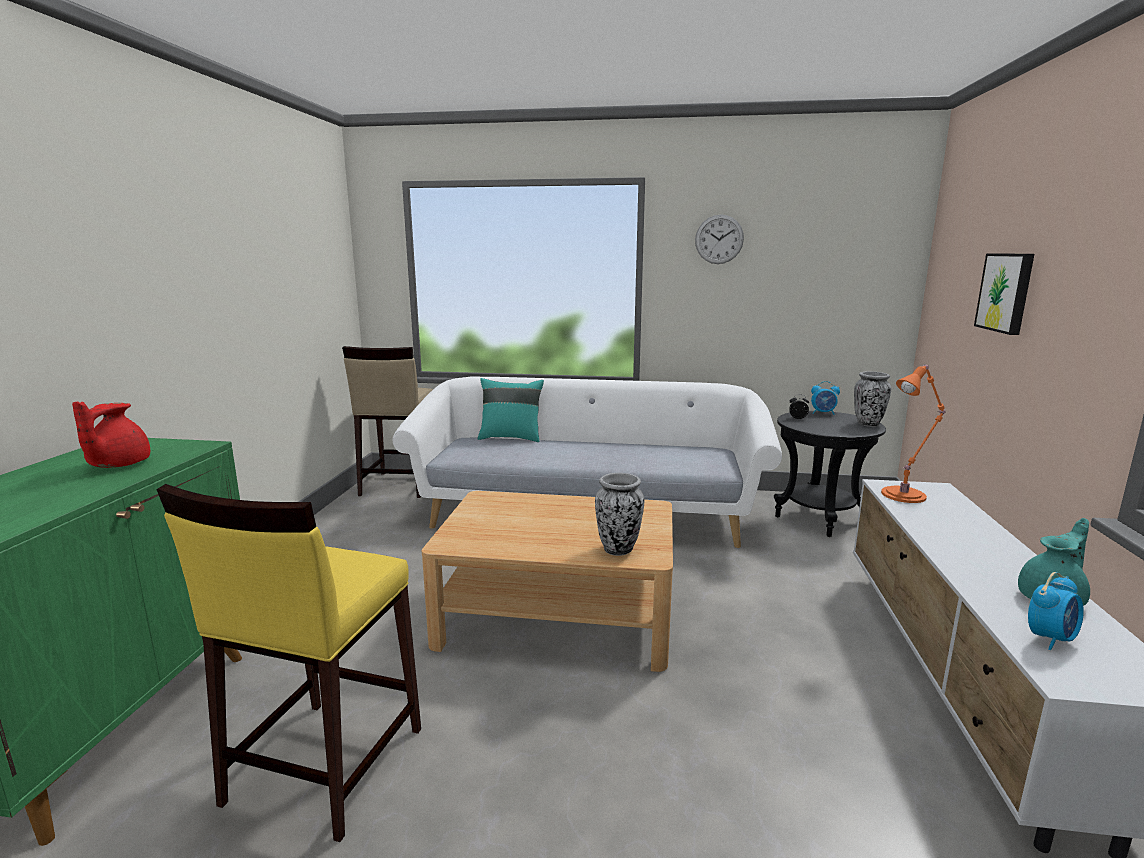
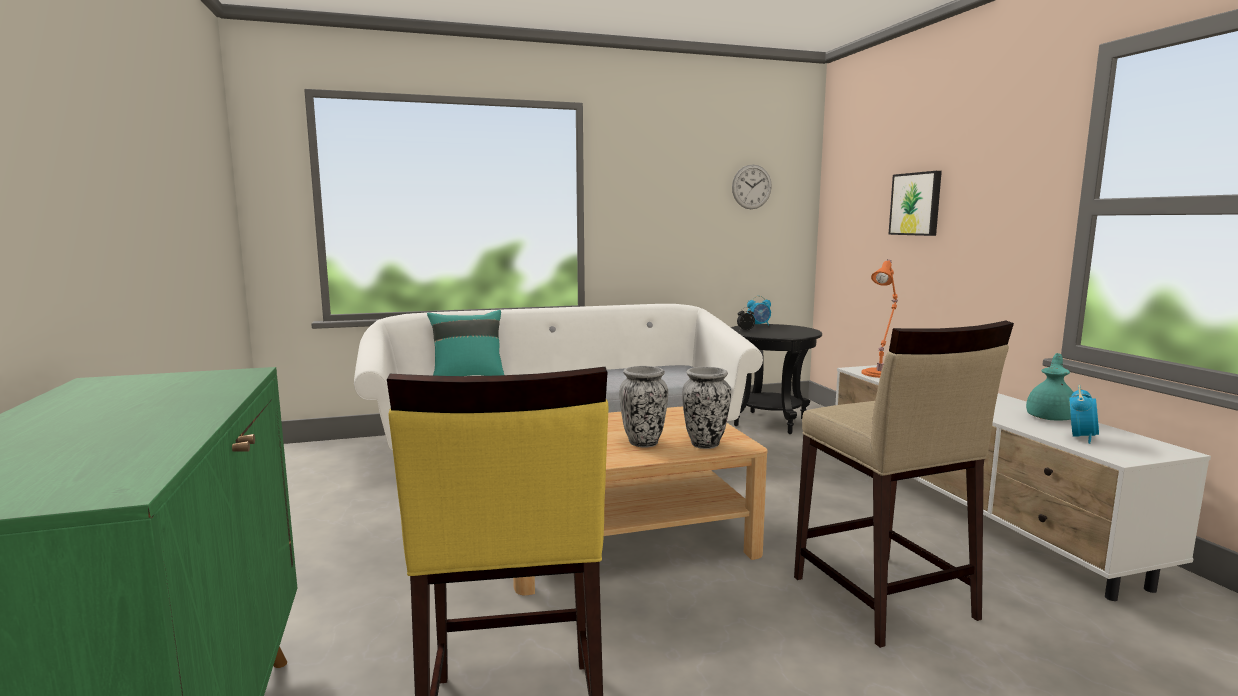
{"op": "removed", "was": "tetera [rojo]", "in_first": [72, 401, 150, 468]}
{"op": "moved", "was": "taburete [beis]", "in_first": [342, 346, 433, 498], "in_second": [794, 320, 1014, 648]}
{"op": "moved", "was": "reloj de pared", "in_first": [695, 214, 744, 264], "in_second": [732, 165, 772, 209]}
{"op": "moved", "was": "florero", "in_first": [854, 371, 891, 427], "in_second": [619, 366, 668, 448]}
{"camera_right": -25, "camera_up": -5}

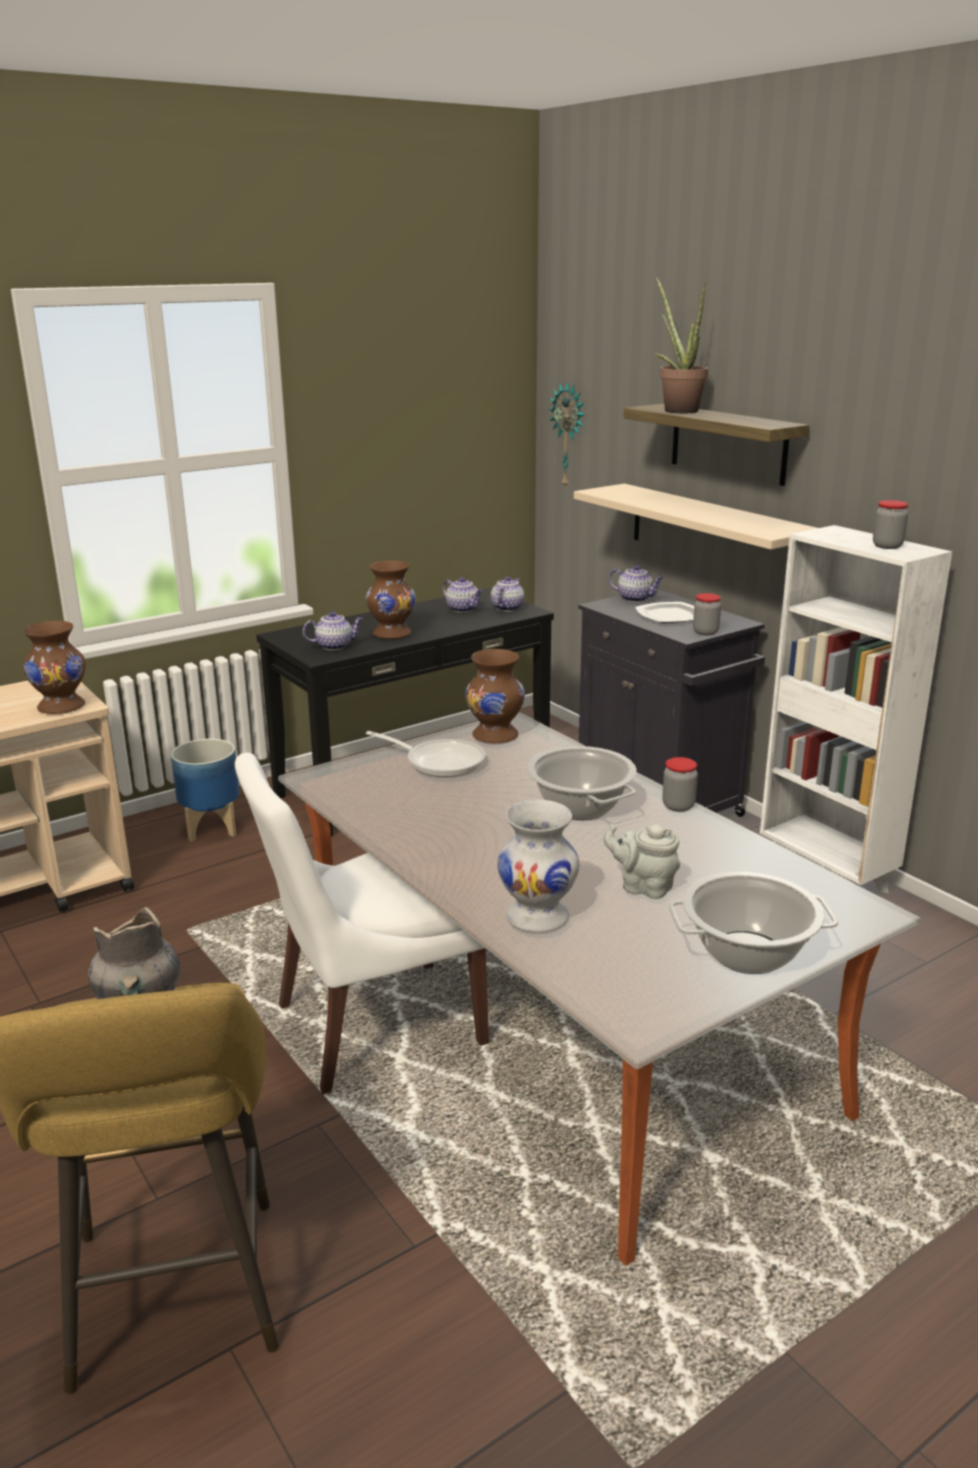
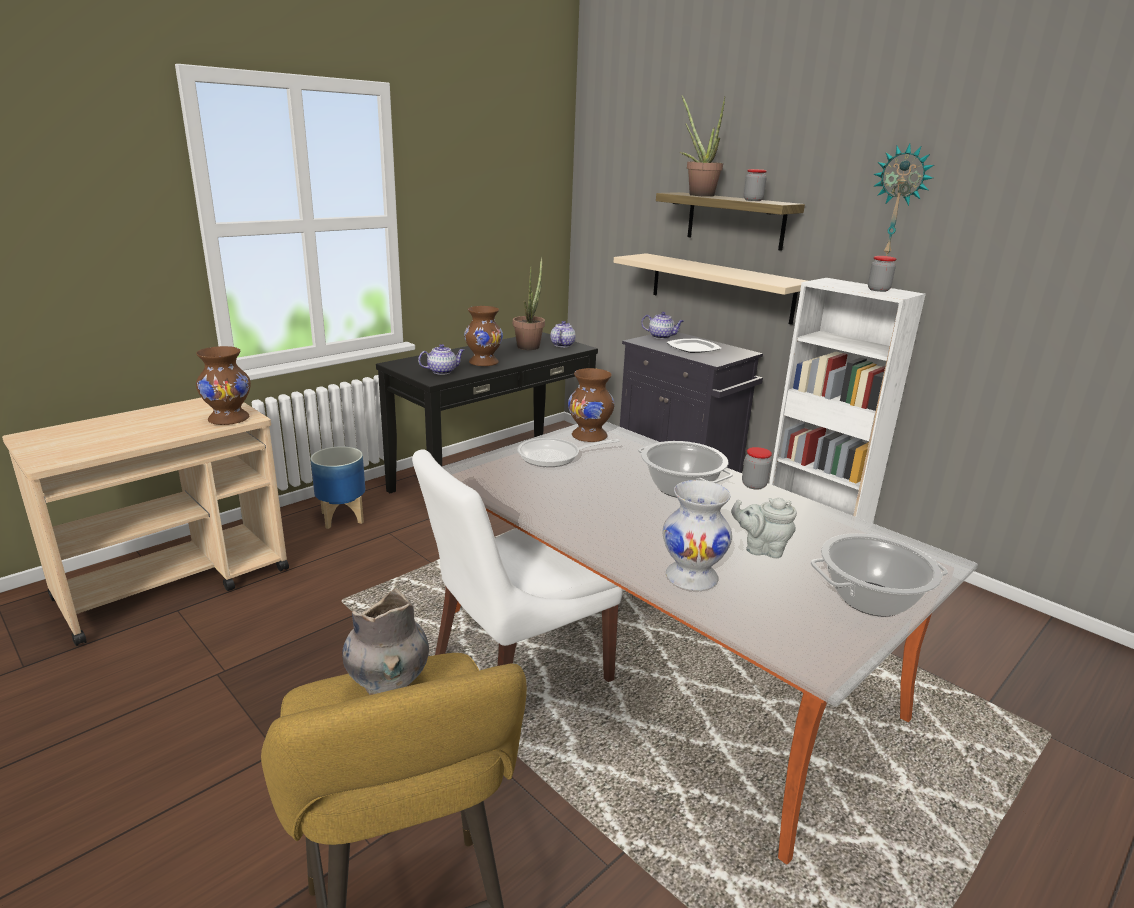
{"op": "moved", "was": "reloj de pared", "in_first": [549, 381, 585, 487], "in_second": [874, 143, 934, 256]}
{"op": "moved", "was": "tarro", "in_first": [693, 593, 721, 635], "in_second": [744, 169, 767, 201]}
{"op": "replaced", "was": "tetera", "now": "planta en maceta", "in_first": [442, 577, 483, 612], "in_second": [513, 257, 545, 350]}
{"op": "turned", "was": "sartén", "in_first": [366, 731, 485, 777], "in_second": [517, 438, 619, 467], "clockwise": 150}
{"camera_right": -10, "camera_up": 0}

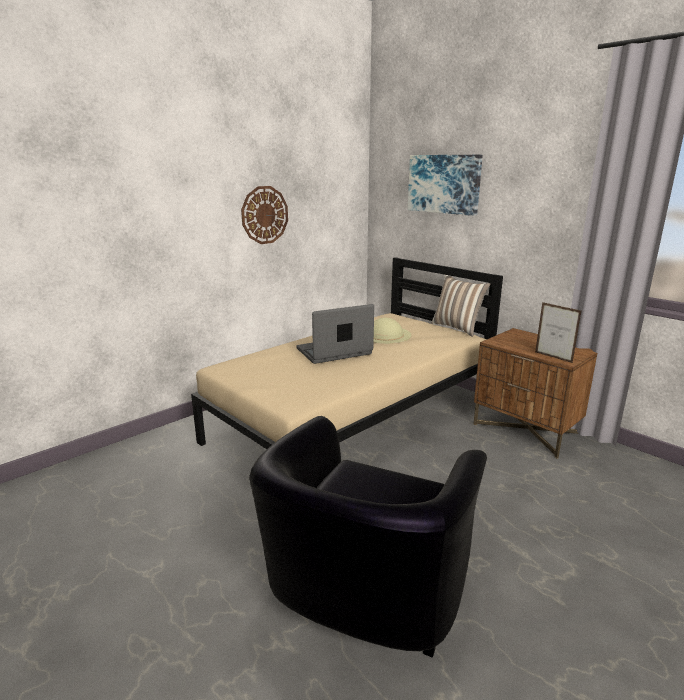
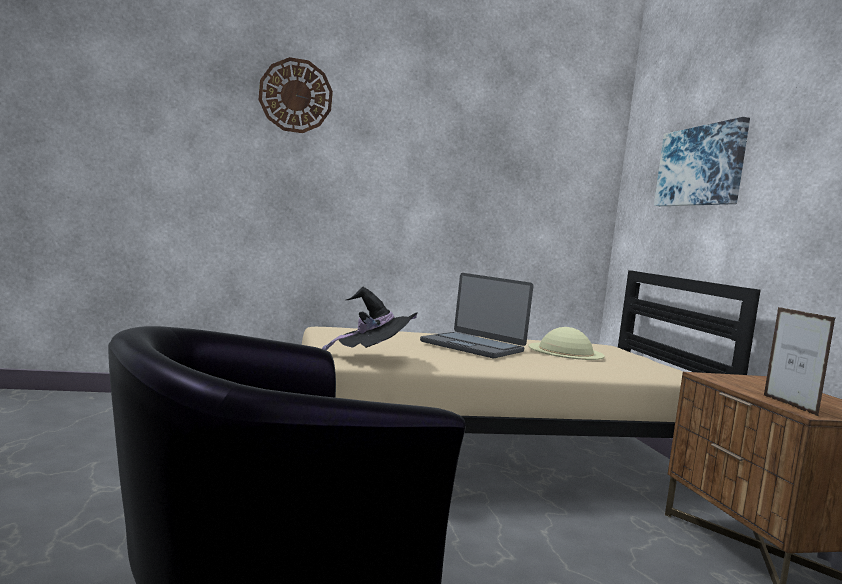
{"op": "removed", "was": "cojín", "in_first": [432, 275, 490, 337]}
{"op": "added", "now": "sombrero [negro]", "in_second": [322, 287, 418, 350]}
{"op": "moved", "was": "reloj de pared", "in_first": [241, 186, 288, 244], "in_second": [259, 57, 333, 133]}
{"op": "turned", "was": "portátil", "in_first": [296, 304, 374, 364], "in_second": [420, 273, 534, 358], "clockwise": -150}
{"camera_right": 30, "camera_up": -15}

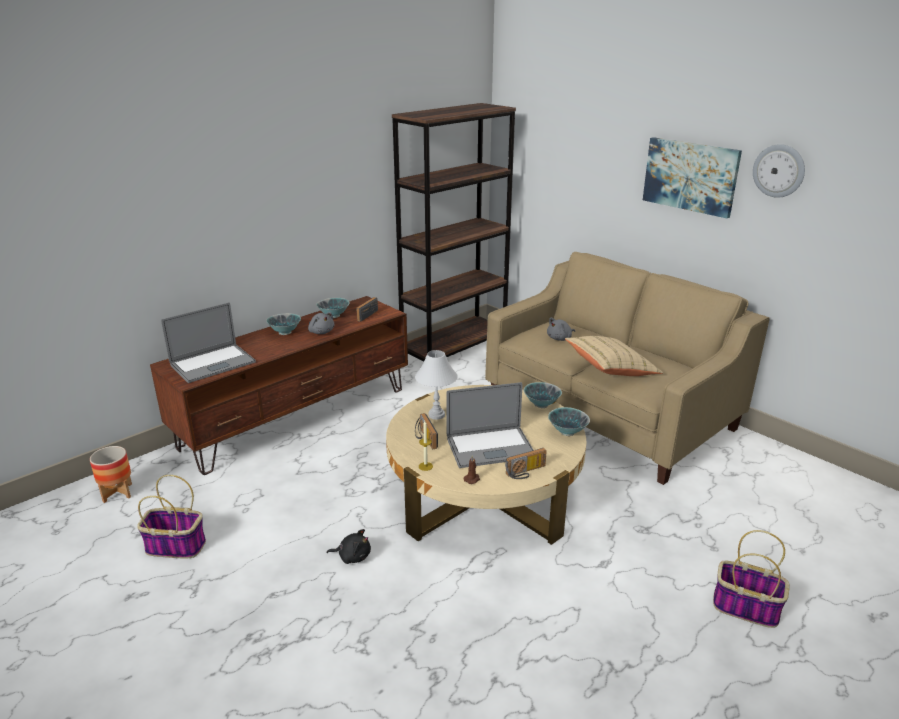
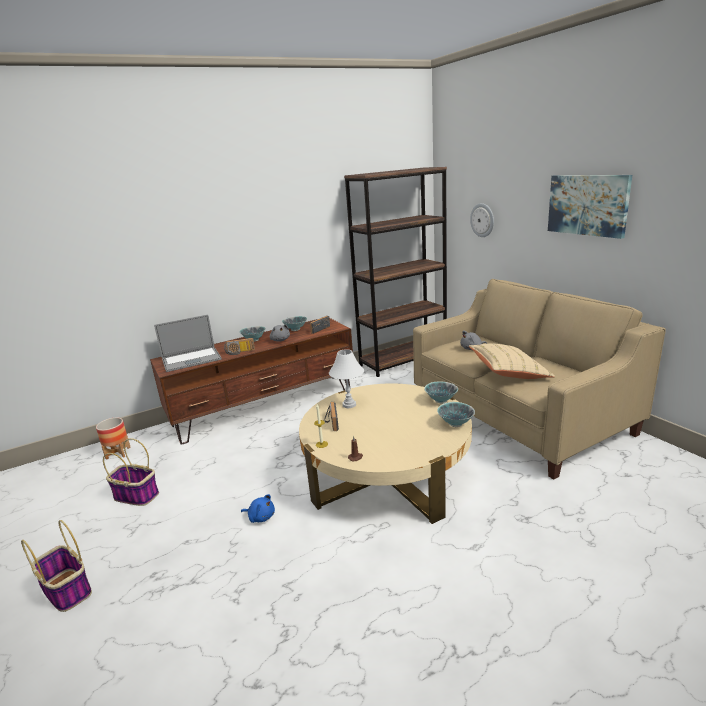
{"op": "removed", "was": "portátil", "in_first": [447, 382, 533, 468]}
{"op": "moved", "was": "radio", "in_first": [505, 448, 547, 479], "in_second": [224, 338, 255, 355]}
{"op": "moved", "was": "cesta", "in_first": [713, 530, 790, 628], "in_second": [21, 520, 92, 612]}
{"op": "moved", "was": "reloj de pared", "in_first": [753, 144, 805, 198], "in_second": [470, 203, 494, 237]}
{"op": "recoloured", "was": "peluche [negro]", "now": "peluche [azul]", "in_first": [327, 529, 371, 564], "in_second": [241, 494, 275, 523]}
{"camera_right": 15, "camera_up": -5}

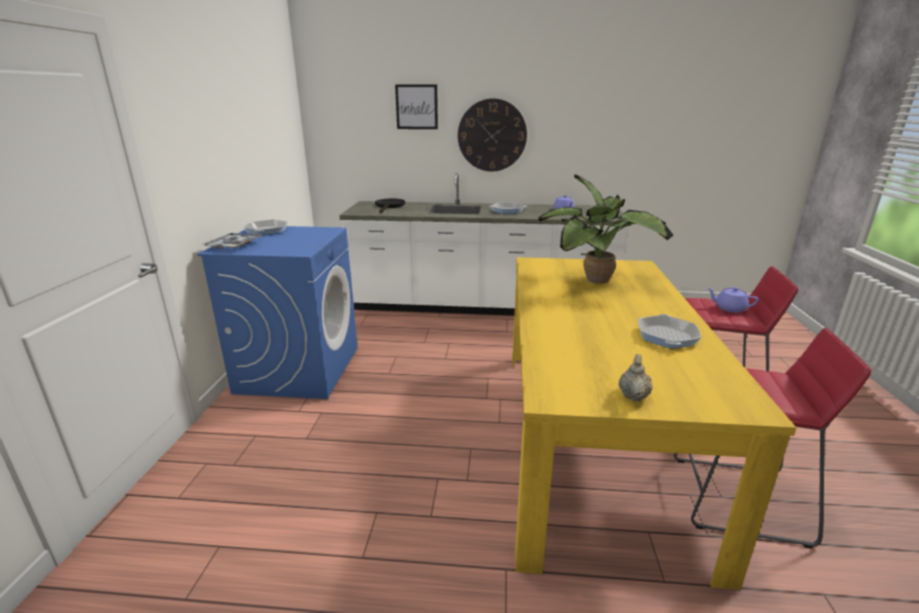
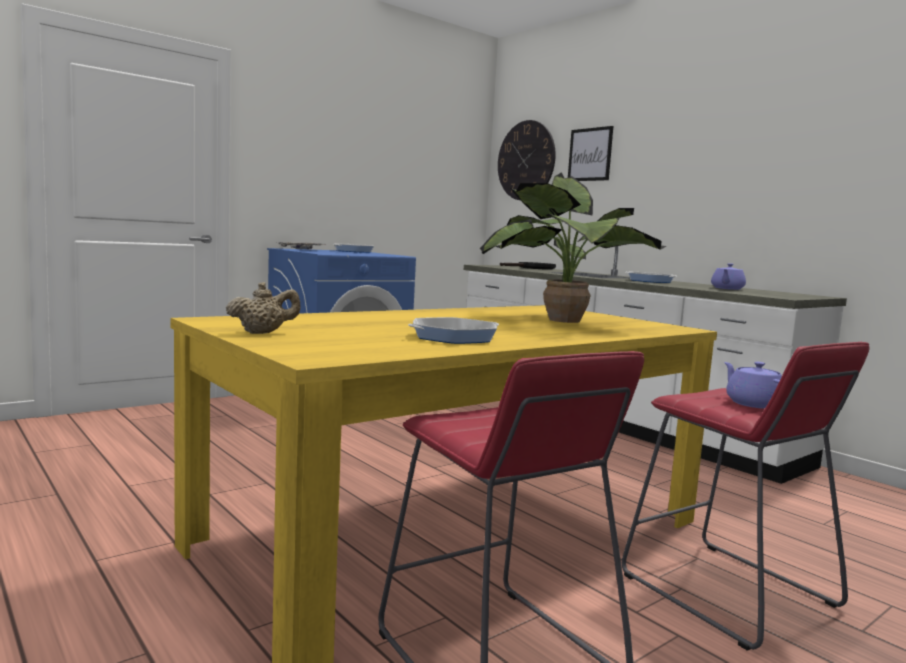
{"op": "moved", "was": "reloj de pared", "in_first": [458, 98, 527, 171], "in_second": [498, 120, 555, 200]}
{"camera_right": 45, "camera_up": -15}

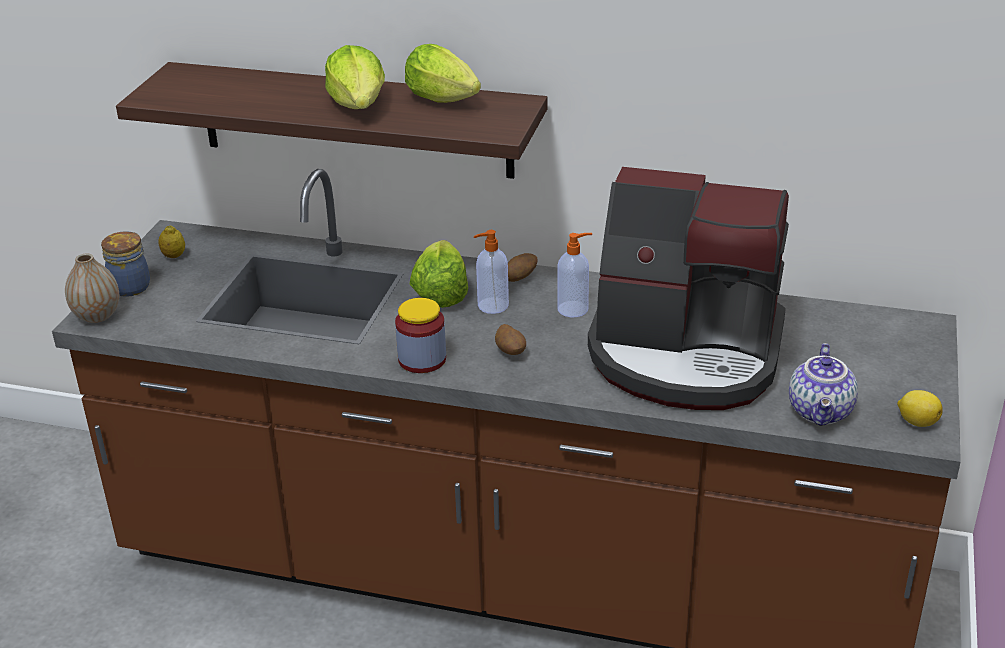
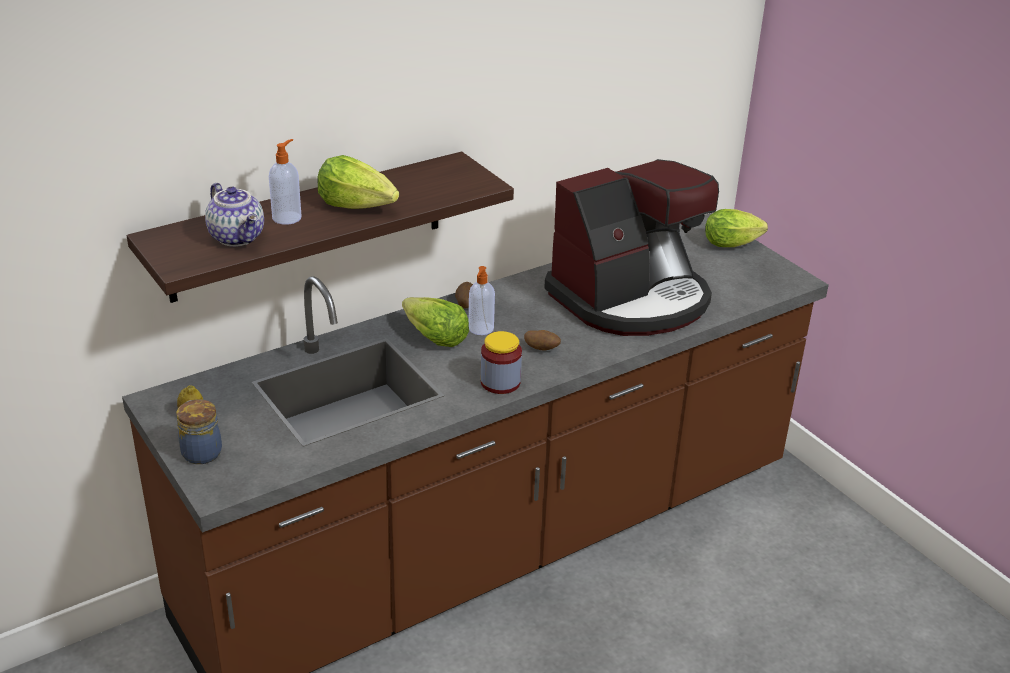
{"op": "removed", "was": "florero", "in_first": [65, 253, 119, 323]}
{"op": "removed", "was": "limón", "in_first": [897, 390, 943, 427]}
{"op": "moved", "was": "lechuga", "in_first": [405, 44, 481, 103], "in_second": [705, 209, 768, 247]}
{"op": "moved", "was": "dispensador de jabón", "in_first": [557, 233, 592, 317], "in_second": [269, 139, 302, 225]}
{"op": "moved", "was": "tetera", "in_first": [789, 343, 858, 426], "in_second": [205, 183, 264, 247]}
{"camera_right": -50, "camera_up": 0}

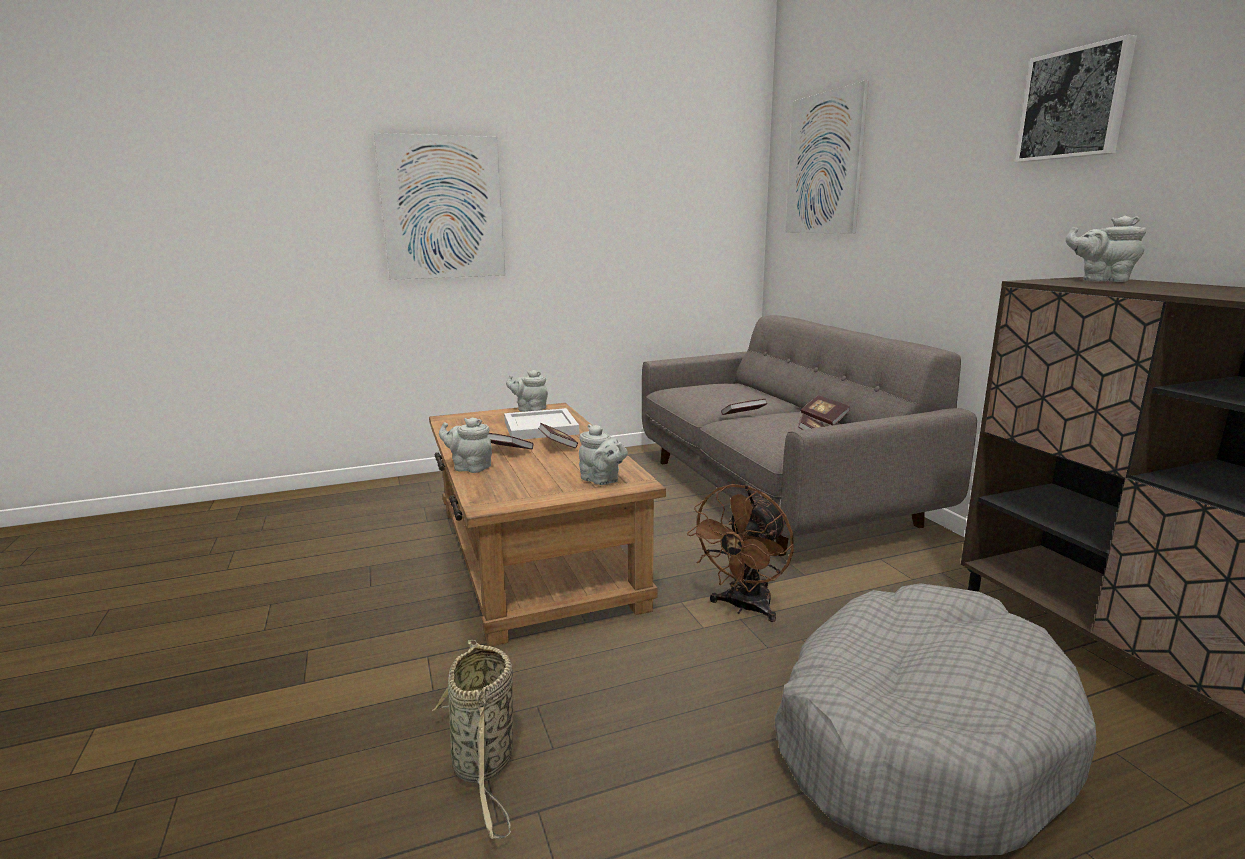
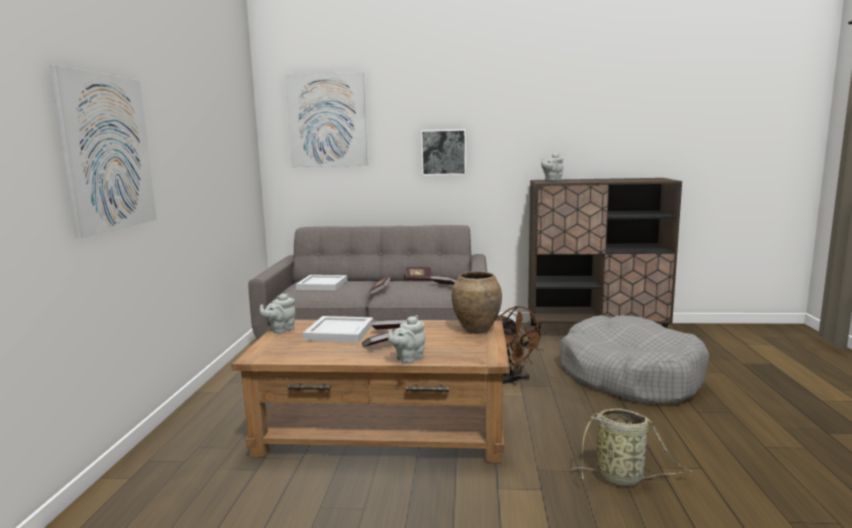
{"op": "added", "now": "bandeja [blanco]", "in_second": [296, 275, 347, 290]}
{"op": "moved", "was": "cuadro", "in_first": [1015, 35, 1137, 162], "in_second": [421, 129, 466, 176]}
{"op": "replaced", "was": "tetera [gris]", "now": "florero [marrón]", "in_first": [579, 424, 628, 485], "in_second": [452, 271, 502, 334]}
{"camera_right": -65, "camera_up": -5}

